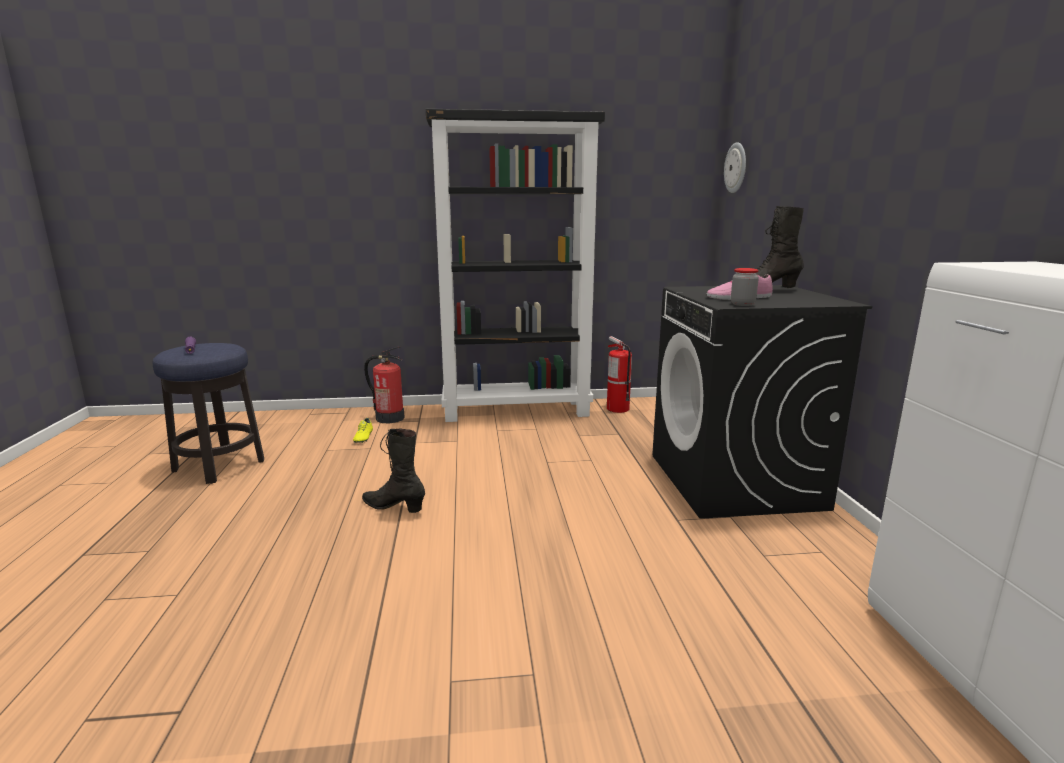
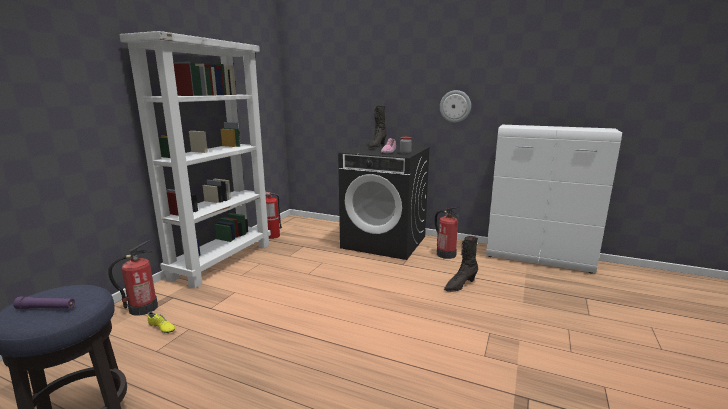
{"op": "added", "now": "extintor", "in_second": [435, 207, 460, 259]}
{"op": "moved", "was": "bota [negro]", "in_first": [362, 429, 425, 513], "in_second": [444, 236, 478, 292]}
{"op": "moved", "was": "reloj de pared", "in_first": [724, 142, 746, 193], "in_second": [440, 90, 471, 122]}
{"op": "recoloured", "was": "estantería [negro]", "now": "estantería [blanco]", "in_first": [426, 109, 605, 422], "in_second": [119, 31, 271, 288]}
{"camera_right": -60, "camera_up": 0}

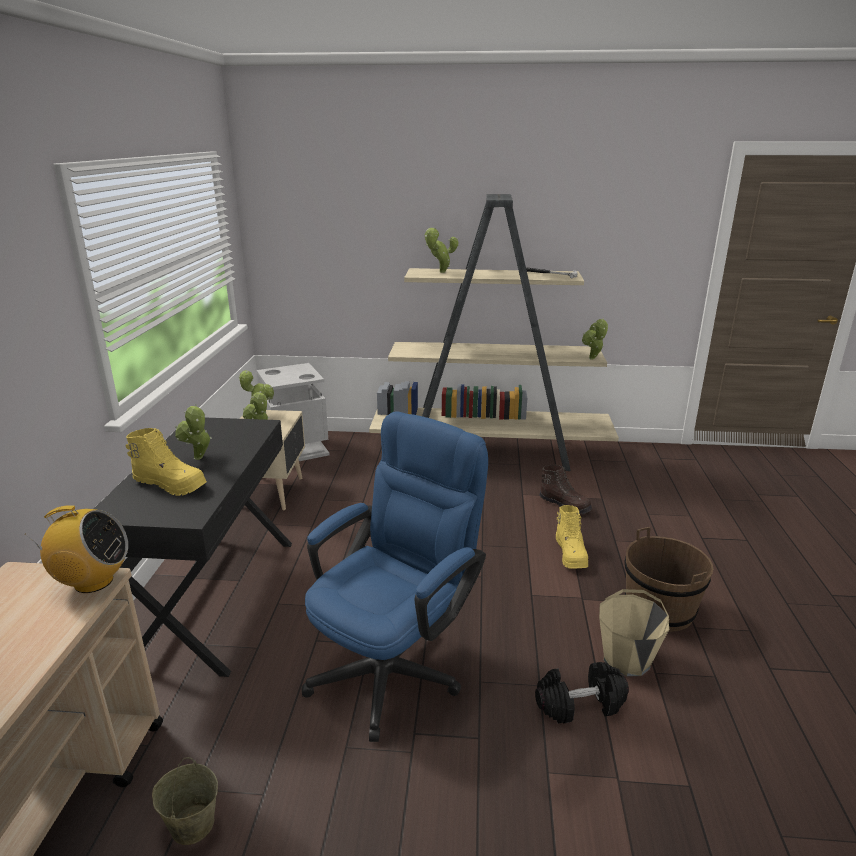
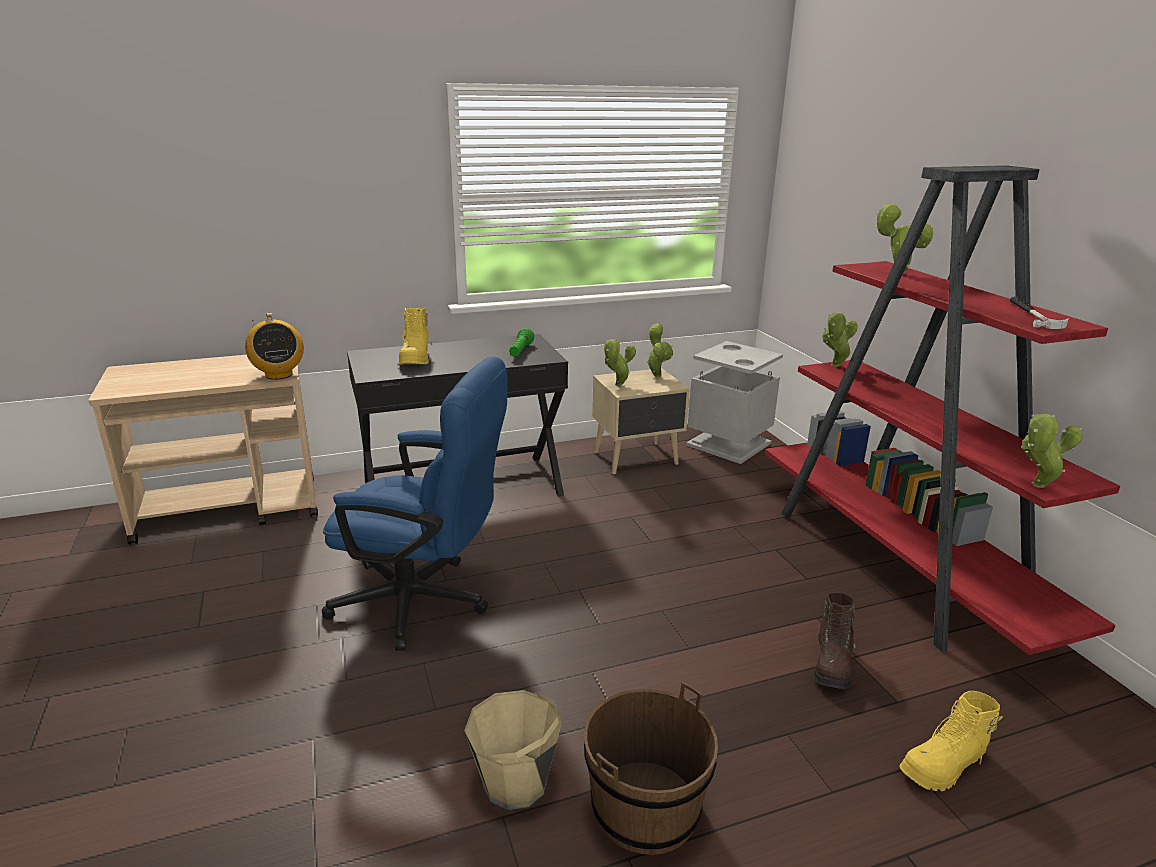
{"op": "removed", "was": "cubo [beis]", "in_first": [152, 757, 218, 845]}
{"op": "removed", "was": "mancuerna [negro]", "in_first": [535, 662, 629, 723]}
{"op": "added", "now": "linterna [verde]", "in_second": [509, 328, 534, 357]}
{"op": "moved", "was": "planta en maceta", "in_first": [175, 404, 212, 460], "in_second": [822, 312, 858, 367]}
{"op": "moved", "was": "bota [amarillo]", "in_first": [556, 505, 588, 569], "in_second": [899, 691, 1003, 791]}
{"op": "recoloured", "was": "estantería [beis]", "now": "estantería [rojo]", "in_first": [369, 194, 619, 471], "in_second": [765, 165, 1120, 655]}
{"camera_right": 65, "camera_up": 0}

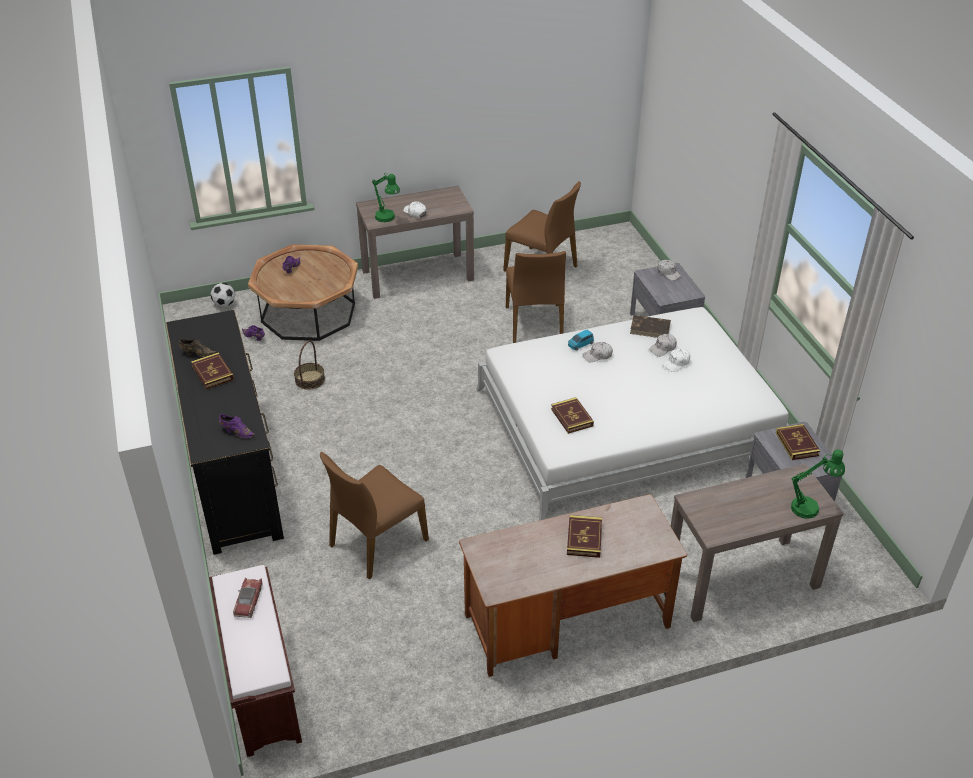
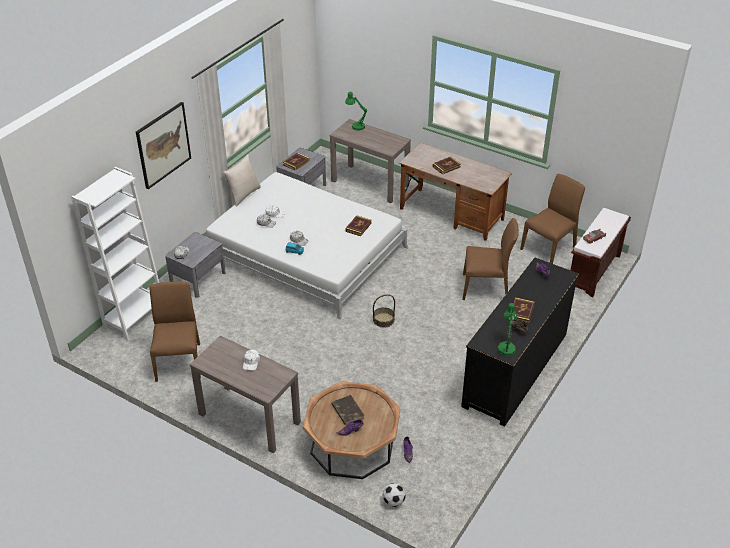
{"op": "added", "now": "estantería [blanco]", "in_second": [71, 167, 159, 340]}
{"op": "added", "now": "cuadro", "in_second": [136, 102, 191, 189]}
{"op": "added", "now": "cojín [beis]", "in_second": [223, 154, 261, 207]}
{"op": "moved", "was": "cesta", "in_first": [294, 340, 325, 390], "in_second": [373, 294, 395, 328]}
{"op": "moved", "was": "lámpara de mesa [verde]", "in_first": [372, 174, 400, 222], "in_second": [498, 303, 517, 356]}
{"op": "moved", "was": "silla [marrón]", "in_first": [506, 251, 566, 343], "in_second": [520, 174, 585, 264]}
{"op": "moved", "was": "libro [marrón]", "in_first": [630, 315, 671, 338], "in_second": [331, 395, 365, 426]}
{"camera_right": -130, "camera_up": 0}

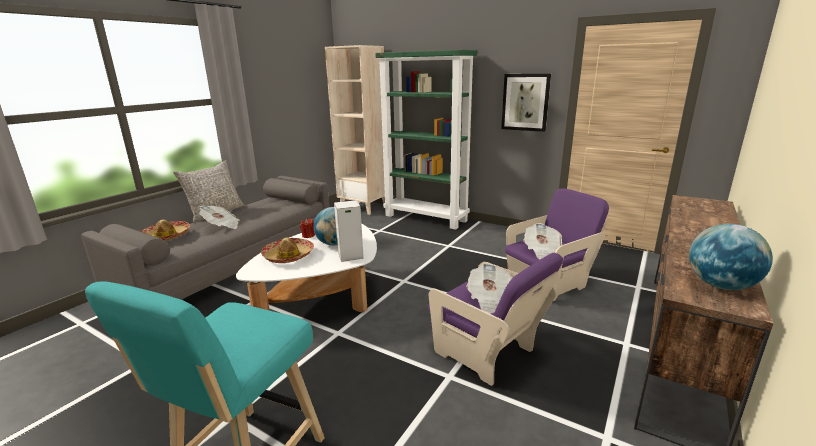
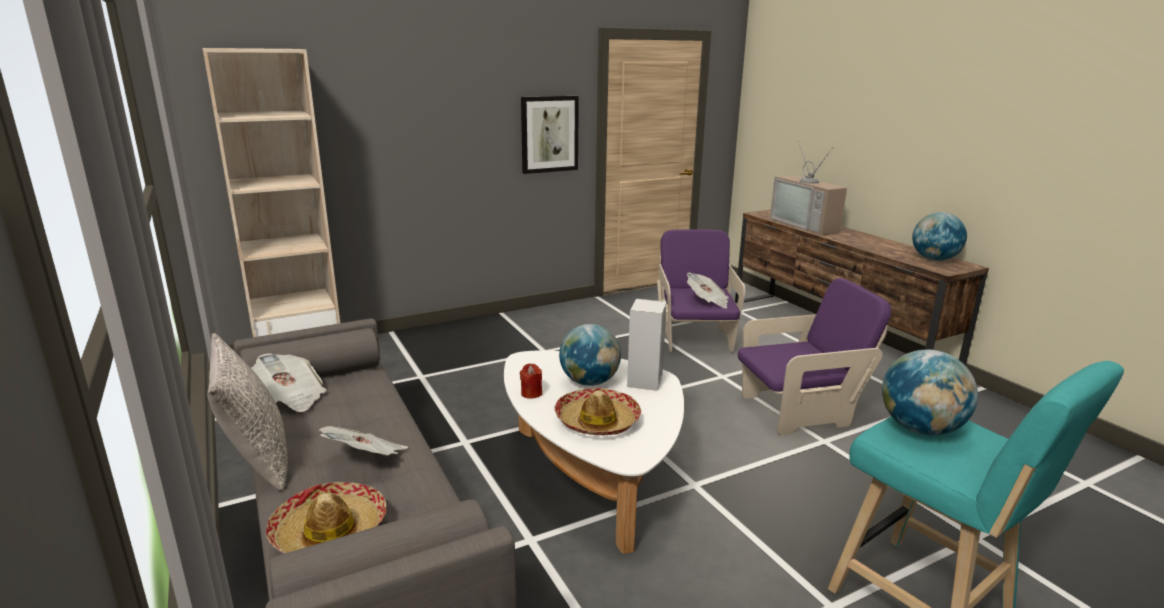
{"op": "removed", "was": "estantería [verde]", "in_first": [375, 50, 477, 230]}
{"op": "added", "now": "televisor", "in_second": [770, 141, 847, 235]}
{"op": "added", "now": "globo terráqueo", "in_second": [882, 349, 978, 436]}
{"op": "moved", "was": "periódico", "in_first": [467, 263, 513, 314], "in_second": [251, 353, 326, 412]}
{"camera_right": -60, "camera_up": 0}

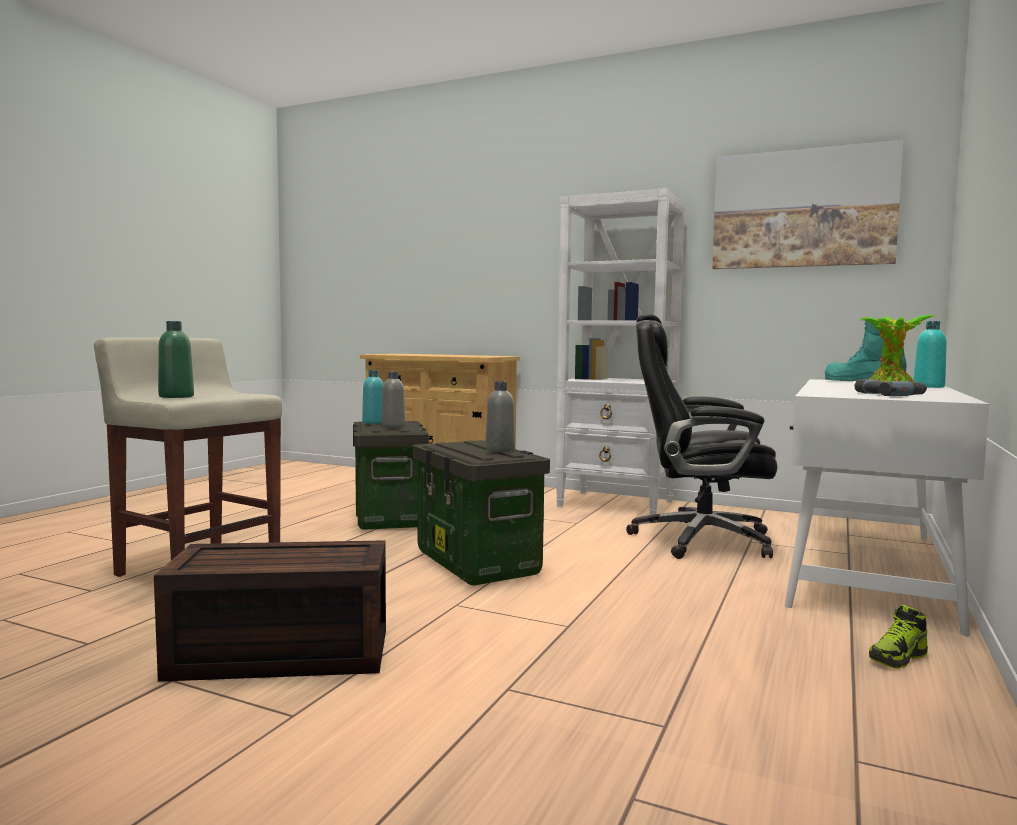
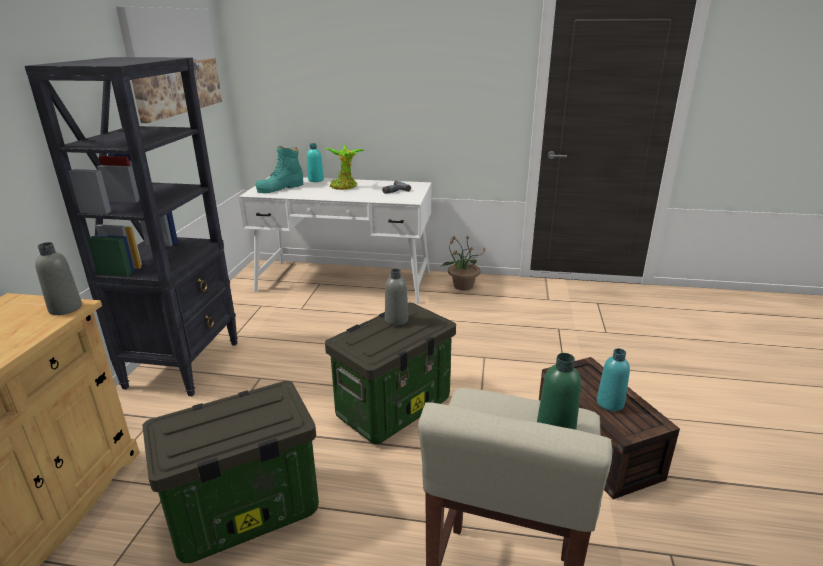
{"op": "removed", "was": "silla de oficina [negro]", "in_first": [626, 313, 777, 559]}
{"op": "moved", "was": "botella [turquesa]", "in_first": [362, 370, 383, 424], "in_second": [597, 348, 630, 411]}
{"op": "moved", "was": "botella [gris]", "in_first": [381, 371, 405, 428], "in_second": [35, 242, 82, 315]}
{"op": "replaced", "was": "zapato", "now": "planta en maceta", "in_first": [869, 604, 928, 669], "in_second": [440, 235, 486, 291]}
{"op": "recoloured", "was": "estantería [blanco]", "now": "estantería [negro]", "in_first": [555, 188, 685, 515], "in_second": [25, 57, 238, 396]}
{"camera_right": -105, "camera_up": 20}

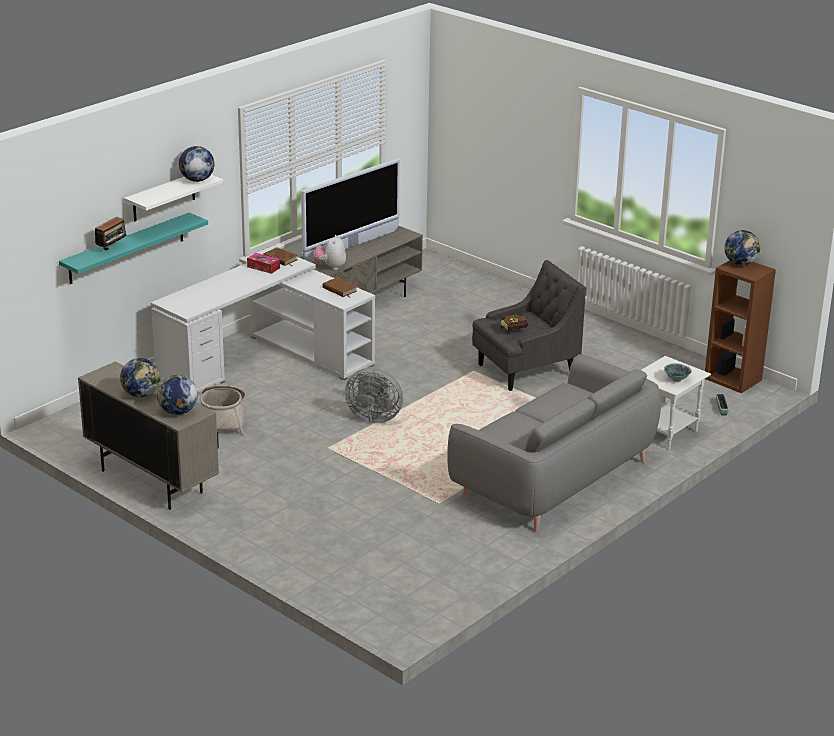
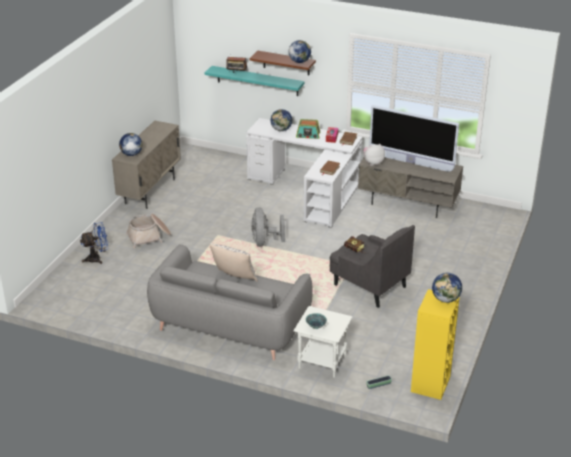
{"op": "added", "now": "ventilador [azul]", "in_second": [80, 222, 108, 264]}
{"op": "added", "now": "cojín", "in_second": [210, 243, 258, 282]}
{"op": "added", "now": "radio", "in_second": [296, 119, 320, 139]}
{"op": "moved", "was": "globo terráqueo", "in_first": [120, 358, 160, 397], "in_second": [271, 109, 292, 131]}
{"op": "moved", "was": "cesta", "in_first": [201, 385, 246, 435], "in_second": [126, 214, 171, 249]}
{"op": "recoloured", "was": "estante [blanco]", "now": "estante [marrón]", "in_first": [124, 175, 223, 222], "in_second": [250, 51, 316, 75]}
{"op": "recoloured", "was": "estantería [marrón]", "now": "estantería [amarillo]", "in_first": [705, 260, 776, 393], "in_second": [411, 289, 460, 400]}
{"camera_right": 70, "camera_up": 5}

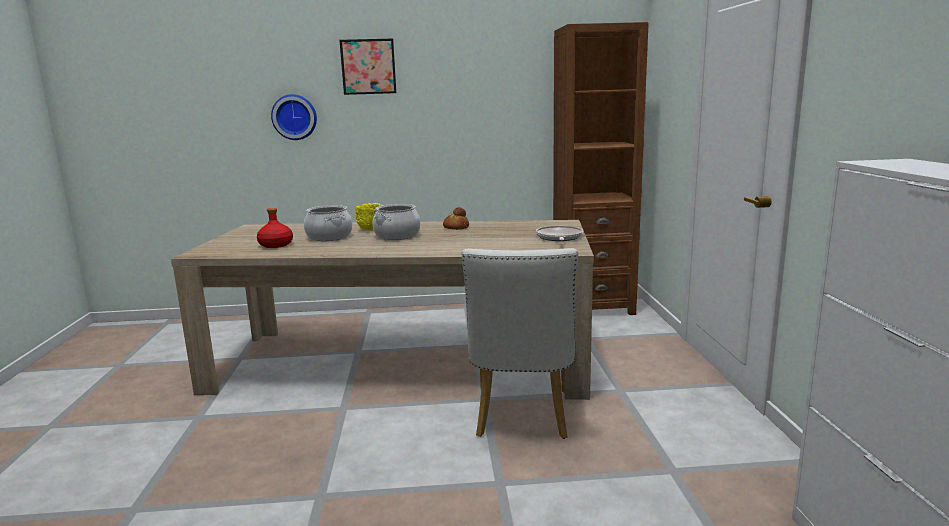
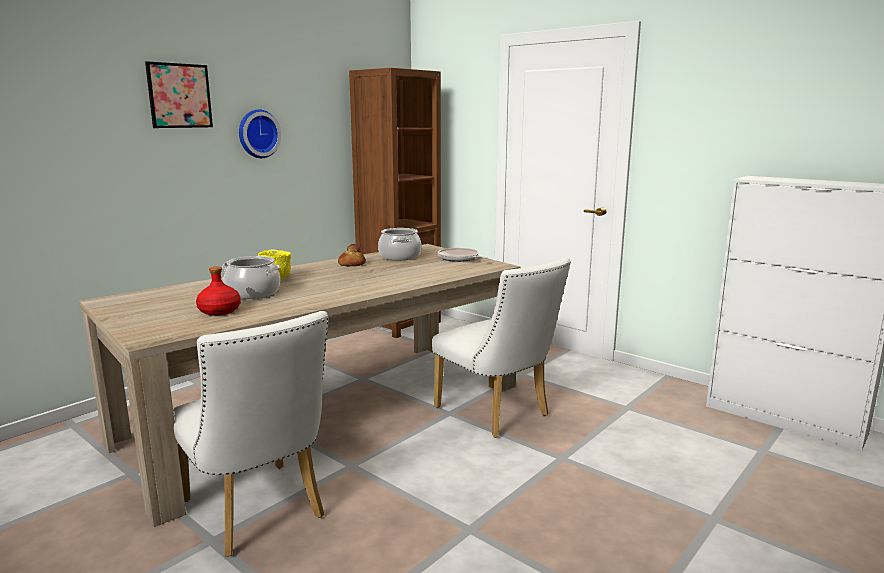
{"op": "added", "now": "silla [blanco]", "in_second": [173, 311, 328, 557]}
{"op": "moved", "was": "reloj de pared", "in_first": [271, 94, 317, 140], "in_second": [239, 109, 281, 158]}
{"op": "moved", "was": "olla", "in_first": [373, 204, 420, 240], "in_second": [378, 228, 421, 260]}
{"camera_right": -45, "camera_up": 0}

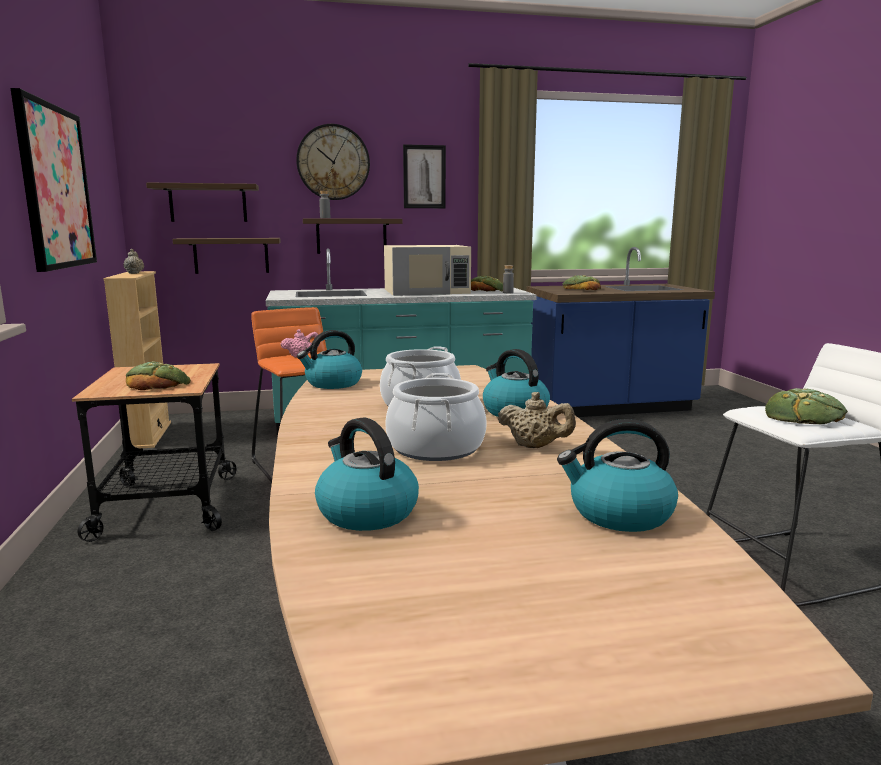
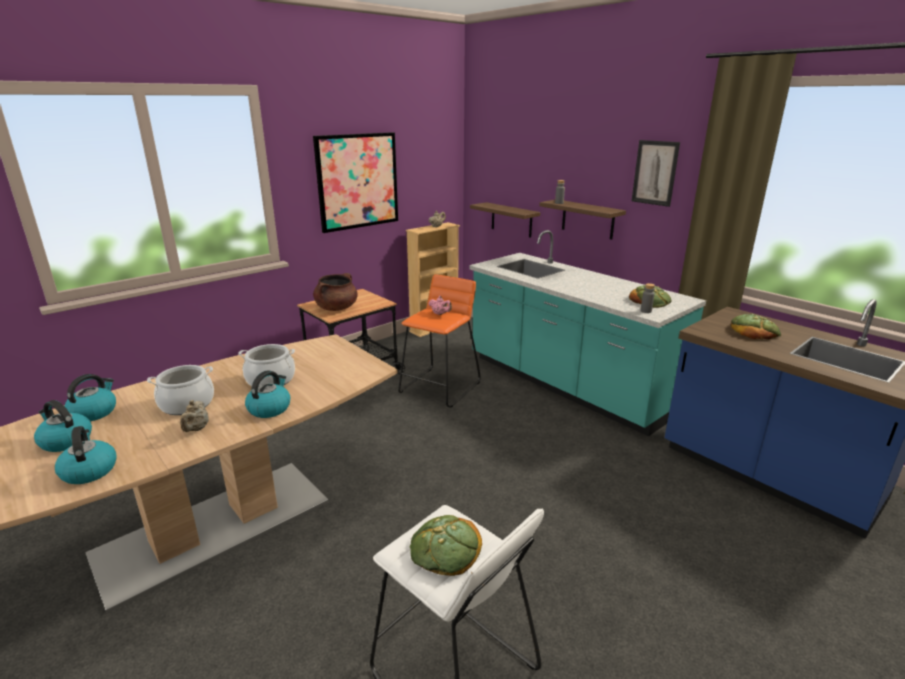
{"op": "removed", "was": "estante", "in_first": [146, 182, 259, 222]}
{"op": "removed", "was": "reloj de pared", "in_first": [296, 124, 370, 200]}
{"op": "removed", "was": "microondas [beis]", "in_first": [384, 245, 471, 296]}
{"op": "moved", "was": "hervidor", "in_first": [297, 330, 362, 389], "in_second": [34, 400, 92, 452]}
{"op": "replaced", "was": "pan", "now": "olla [marrón]", "in_first": [126, 361, 191, 390], "in_second": [313, 273, 358, 311]}
{"camera_right": 60, "camera_up": 10}

